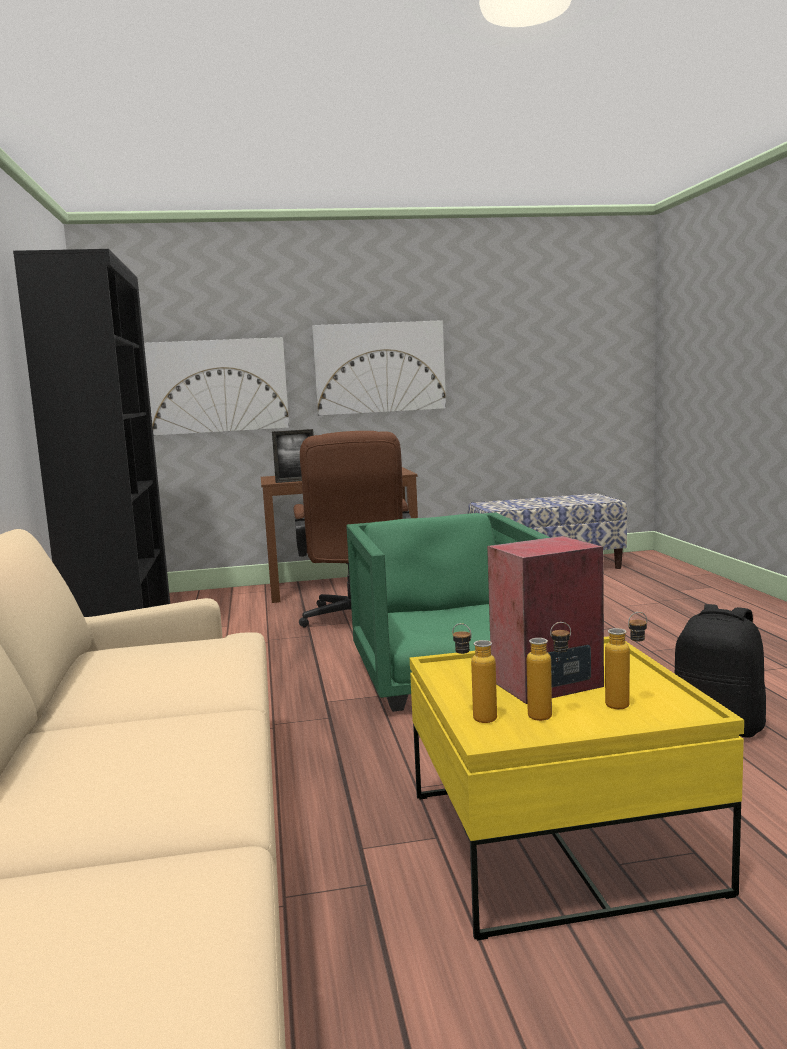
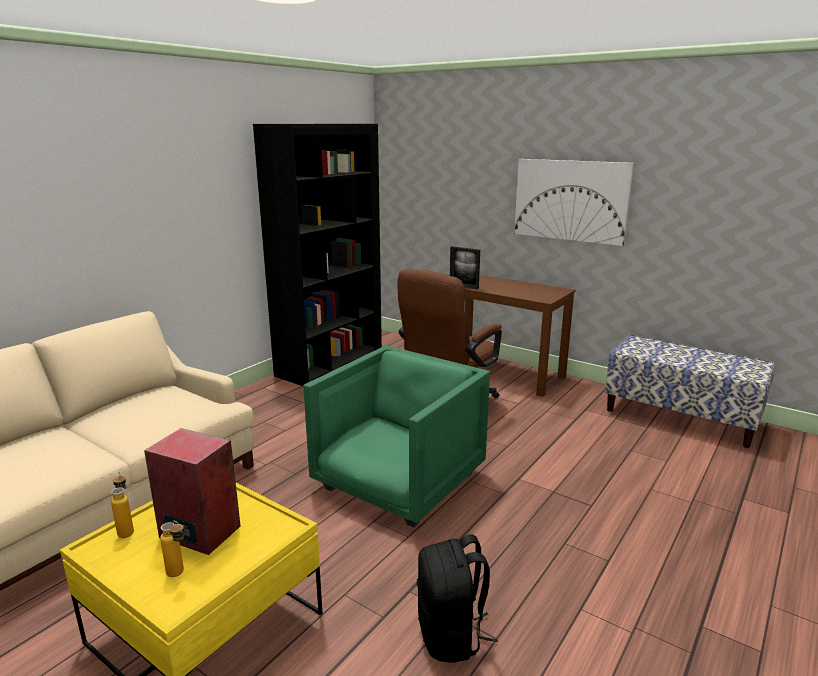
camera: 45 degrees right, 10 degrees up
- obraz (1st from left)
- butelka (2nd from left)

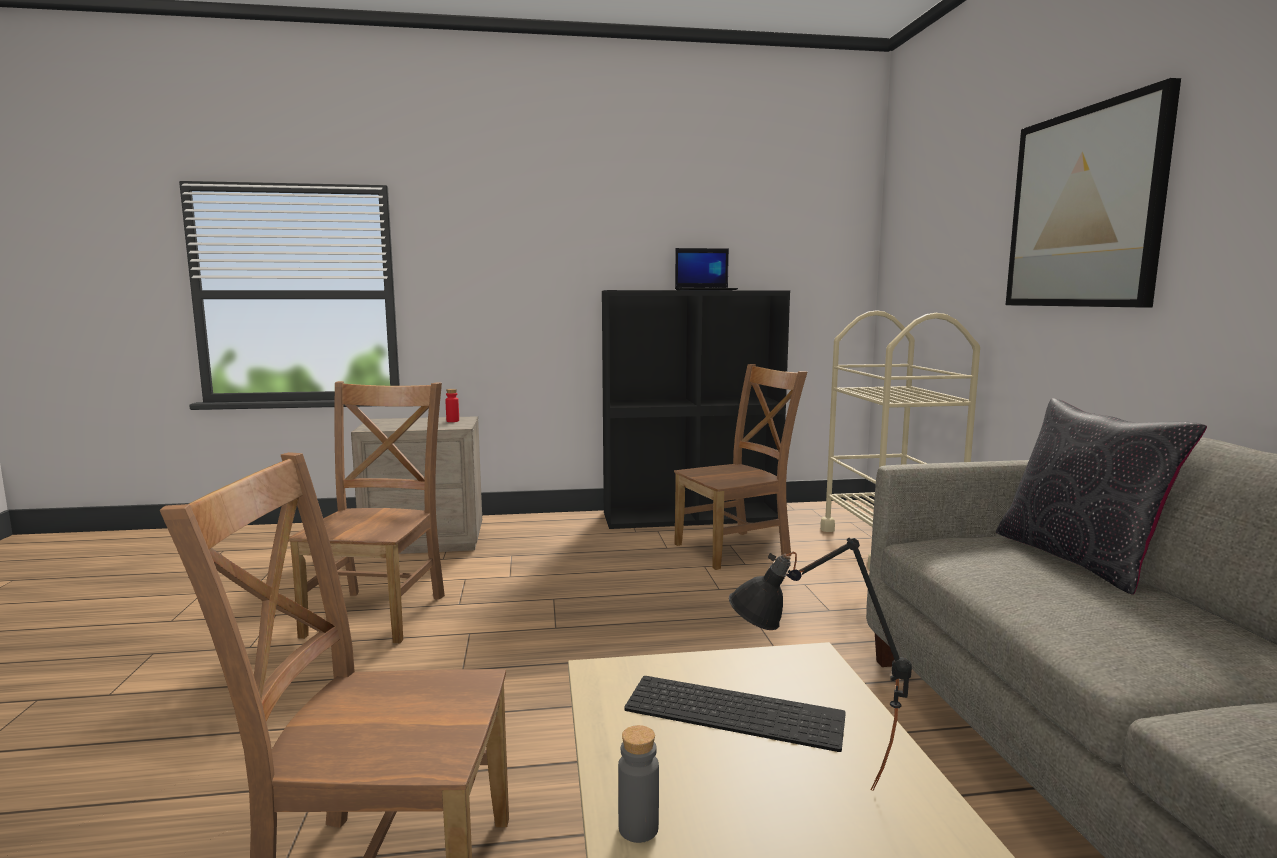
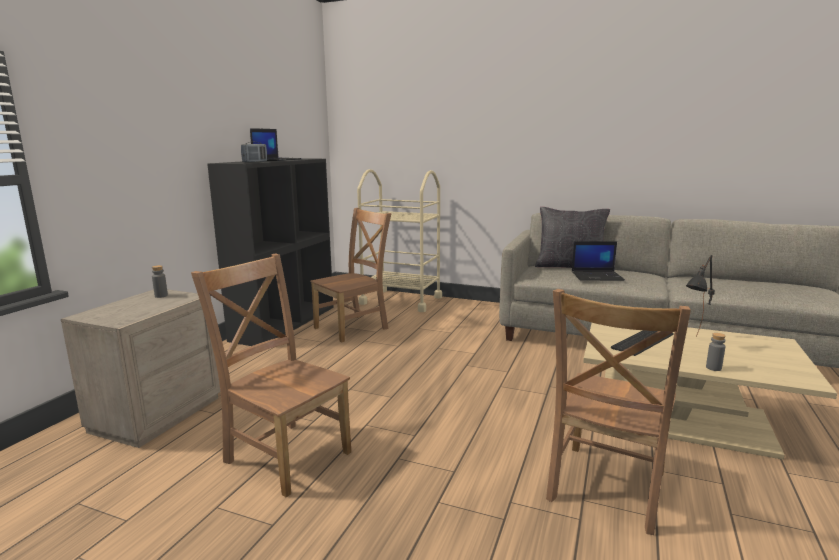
camera: 60 degrees left, 5 degrees up
~ butelka (czerwony) to butelka (szary) (1st from left)
+ radio
~ krzesło (brązowy) (3rd from left in the first image) 45 degrees clockwise
+ laptop (2nd from left)
- obraz

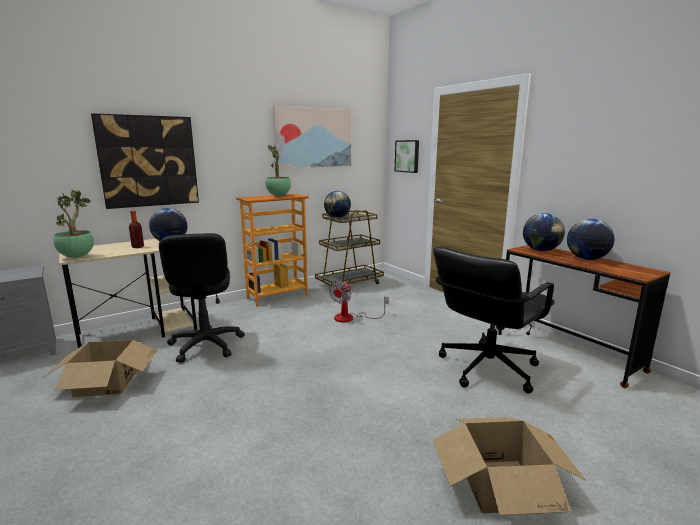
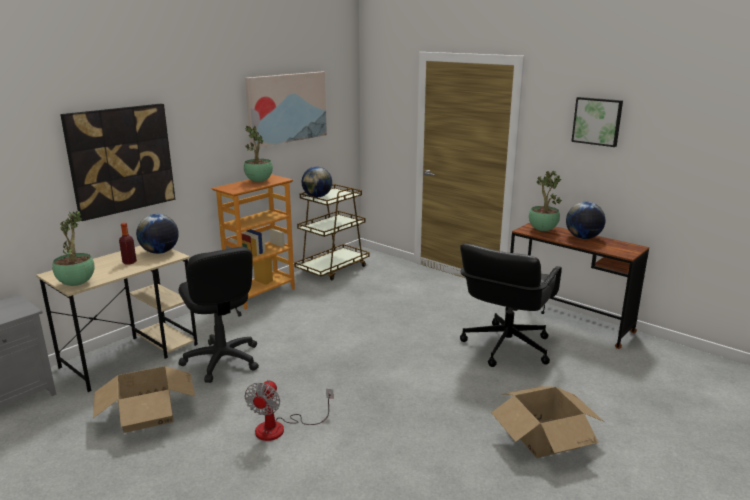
camera: 15 degrees left, 5 degrees up
~ wentylator
~ globus (3rd from left) to roślina doniczkowa (3rd from left)
~ obraz (3rd from left)

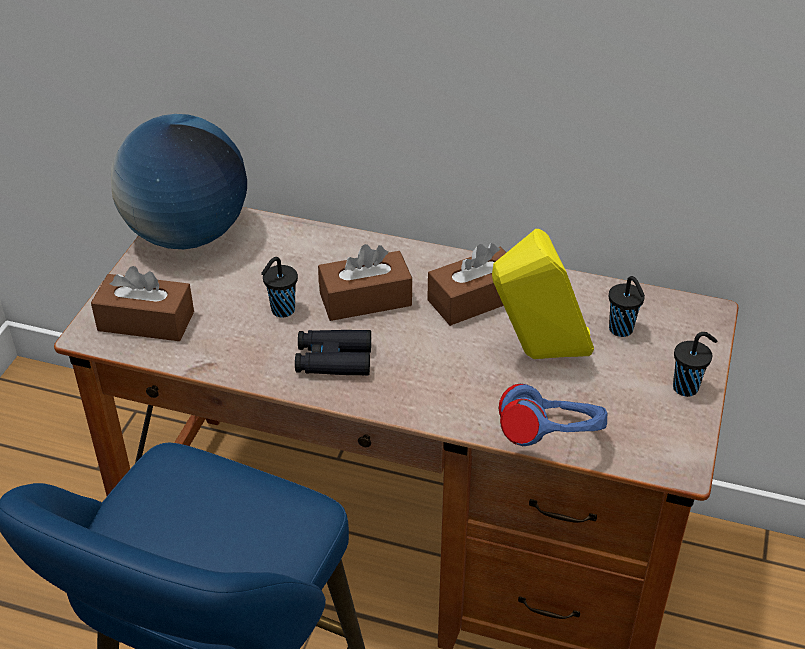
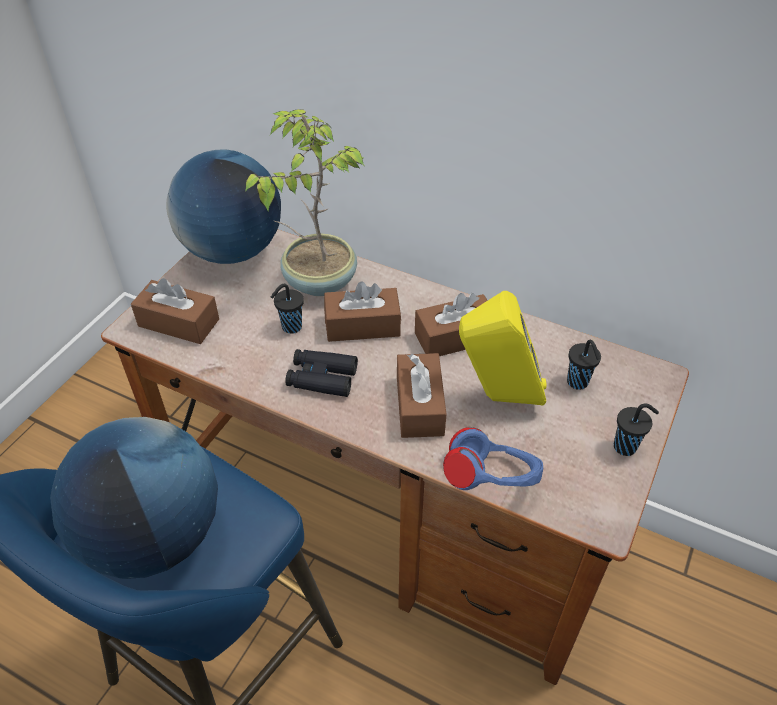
camera: 10 degrees right, 5 degrees up
+ globus (1st from left)
+ roślina doniczkowa
+ pudełko chusteczek (brązowy) (3rd from left)

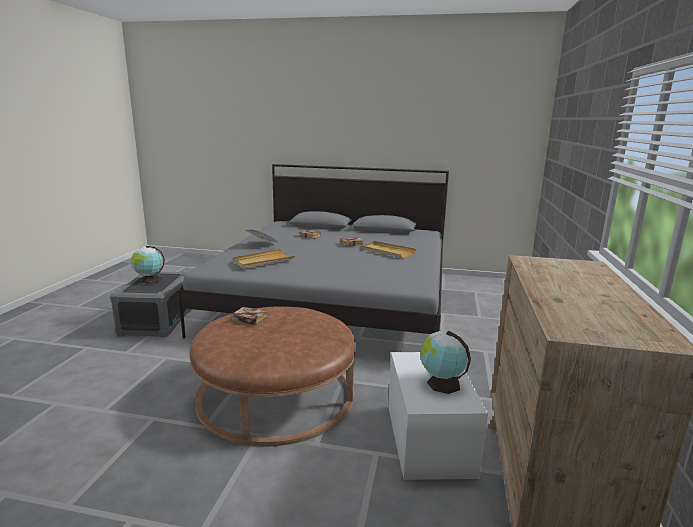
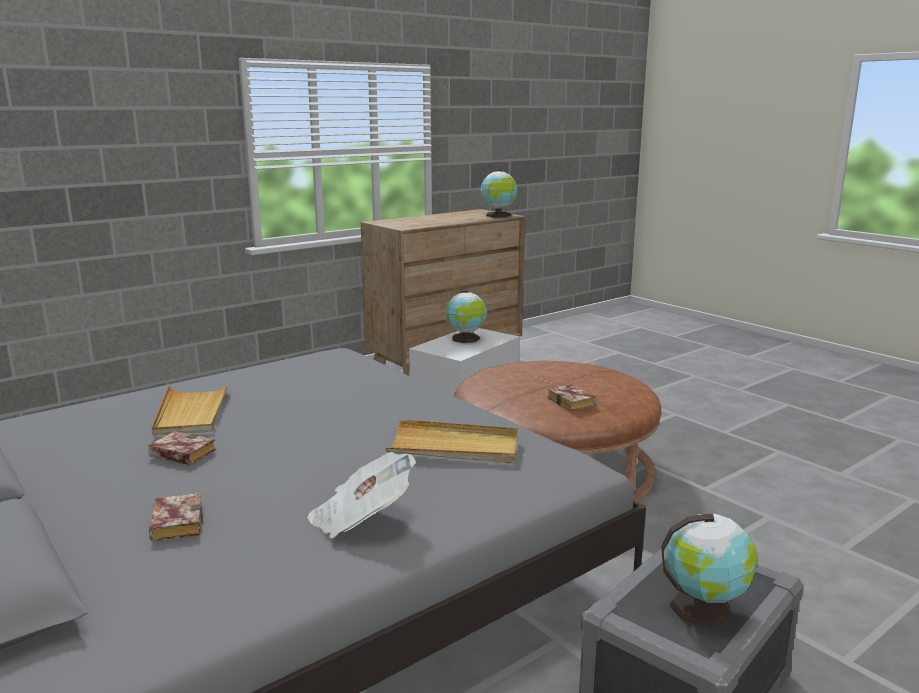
camera: 140 degrees left, 0 degrees up
+ globus (2nd from left)

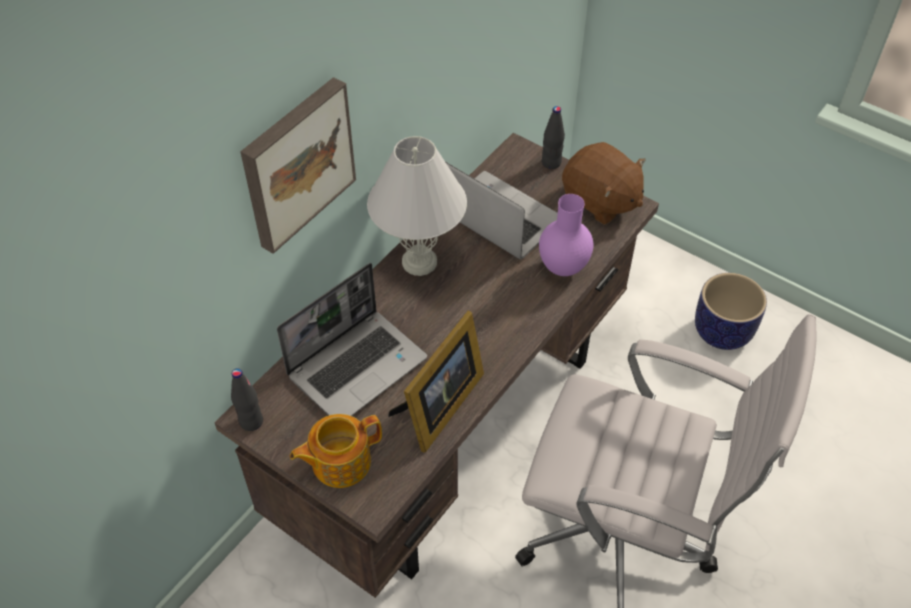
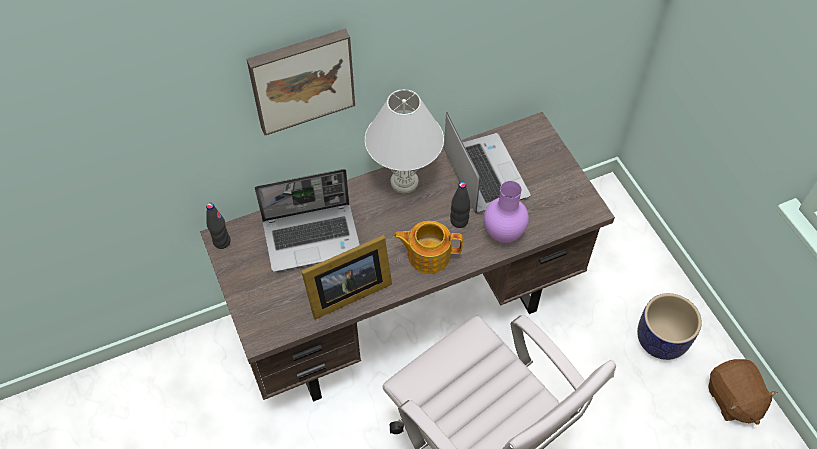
camera: 30 degrees right, 5 degrees up
~ imbryk
~ butelka (czarny) (2nd from left)
~ pluszak (brązowy)

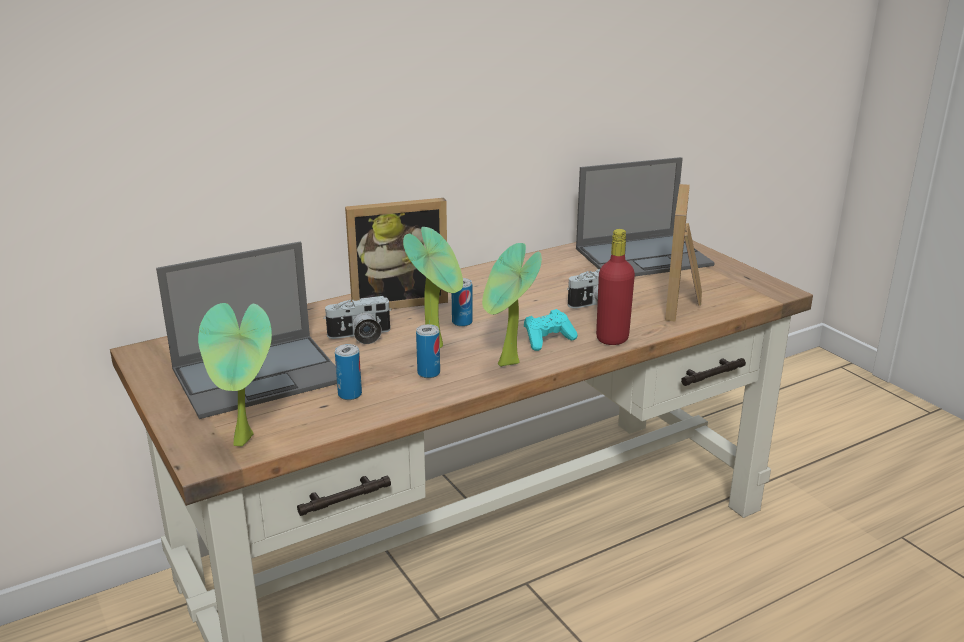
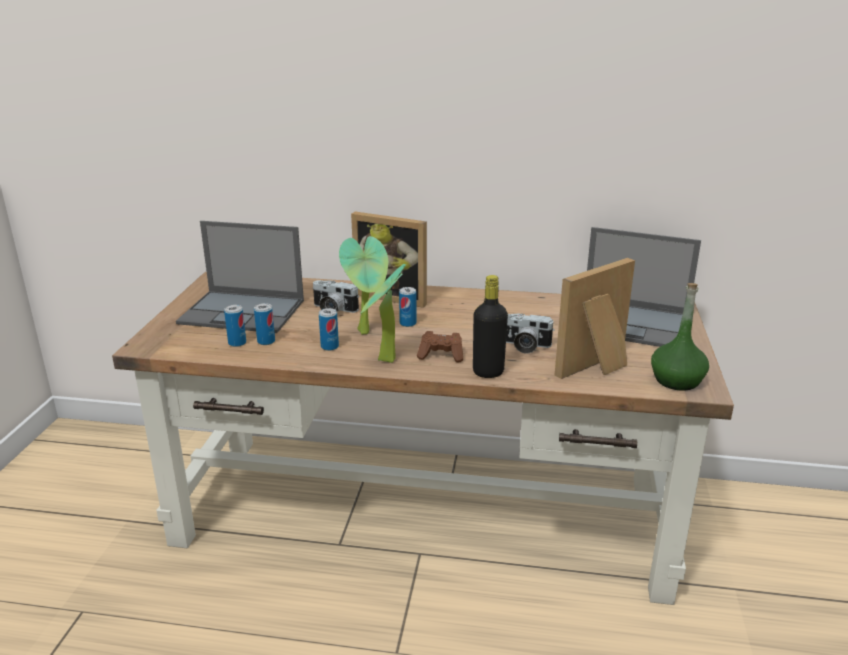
camera: 40 degrees right, 0 degrees up
+ puszka (1st from left)
~ pad do gier (turkusowy) to pad do gier (brązowy)
~ butelka (czerwony) to butelka (czarny)
+ butelka (zielony)
- roślina doniczkowa (1st from left)

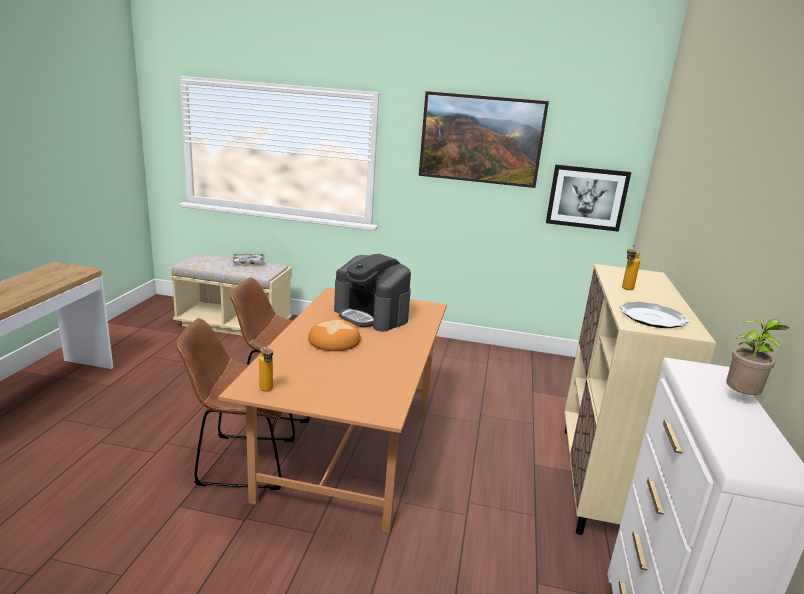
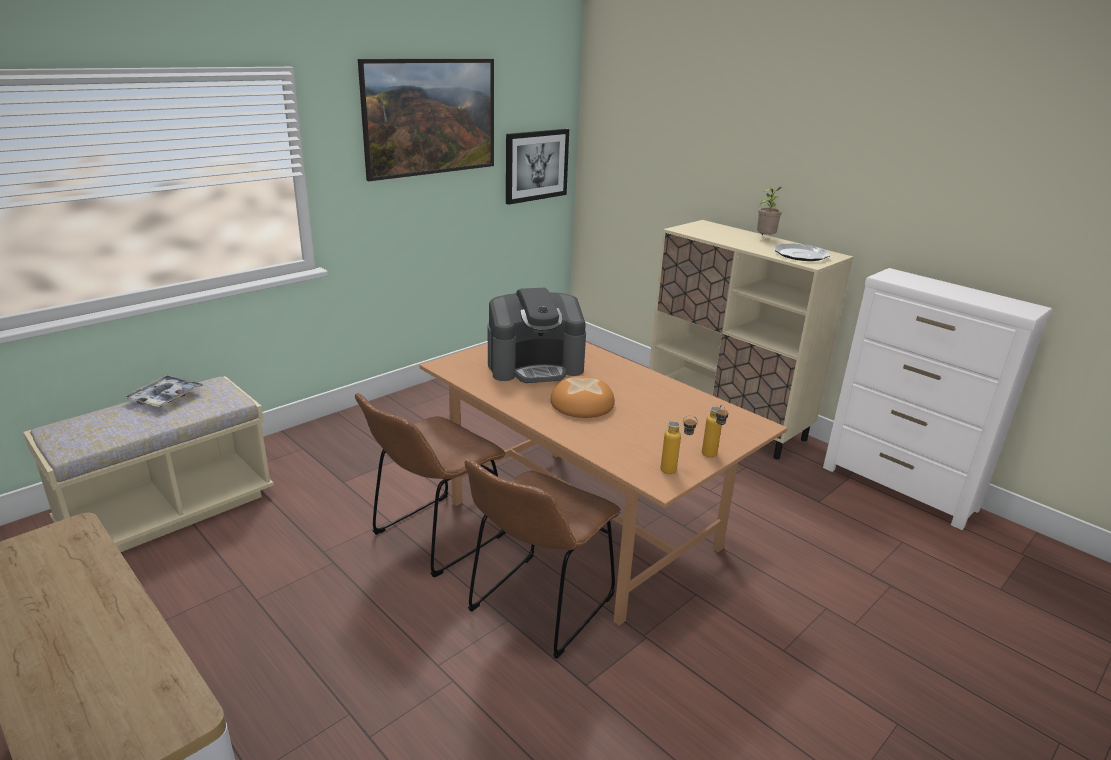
camera: 55 degrees left, 5 degrees up
~ butelka (2nd from left)
~ roślina doniczkowa

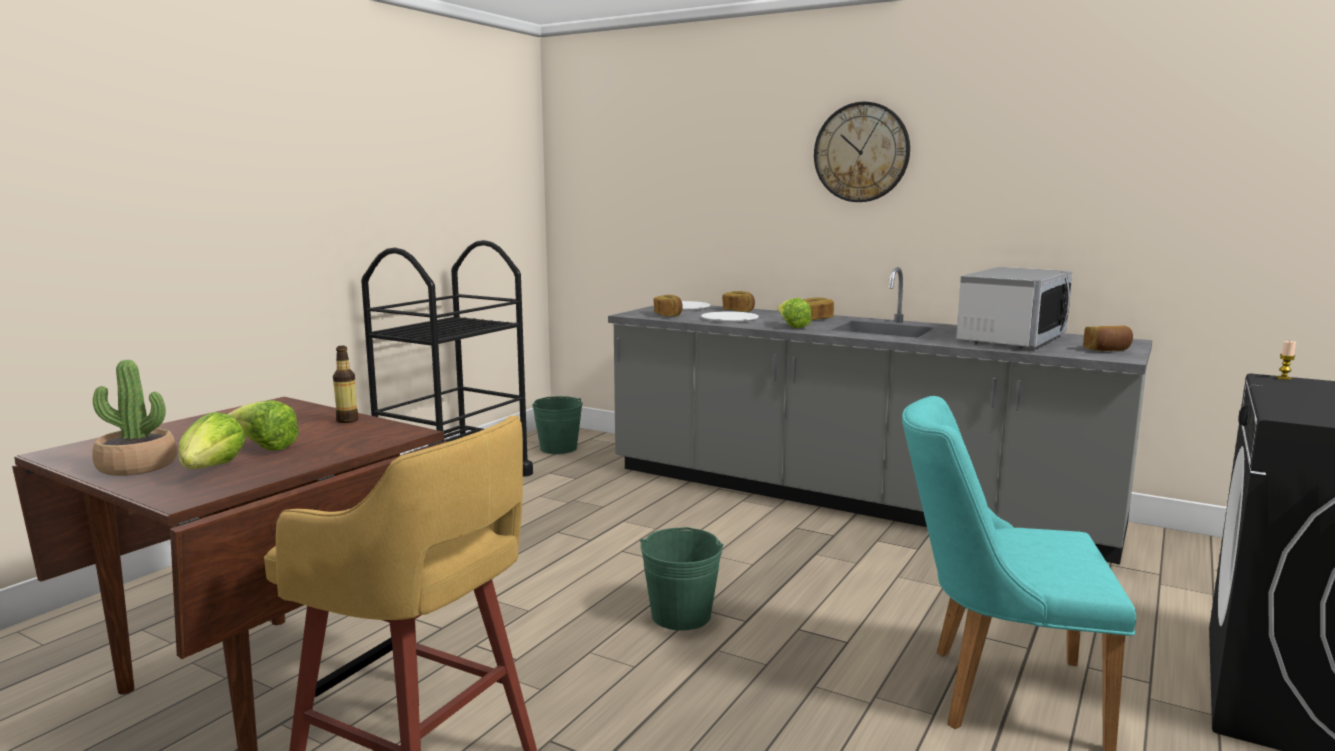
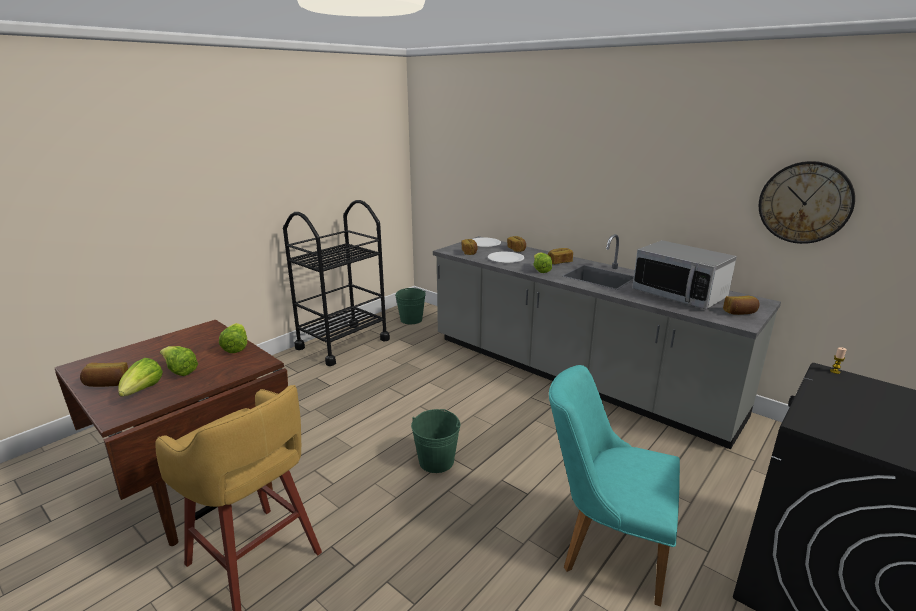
camera: 10 degrees right, 10 degrees up
~ roślina doniczkowa to chleb (1st from left)
~ butelka to sałata (3rd from left)
~ mikrofalówka 90 degrees clockwise
~ zegar ścienny

